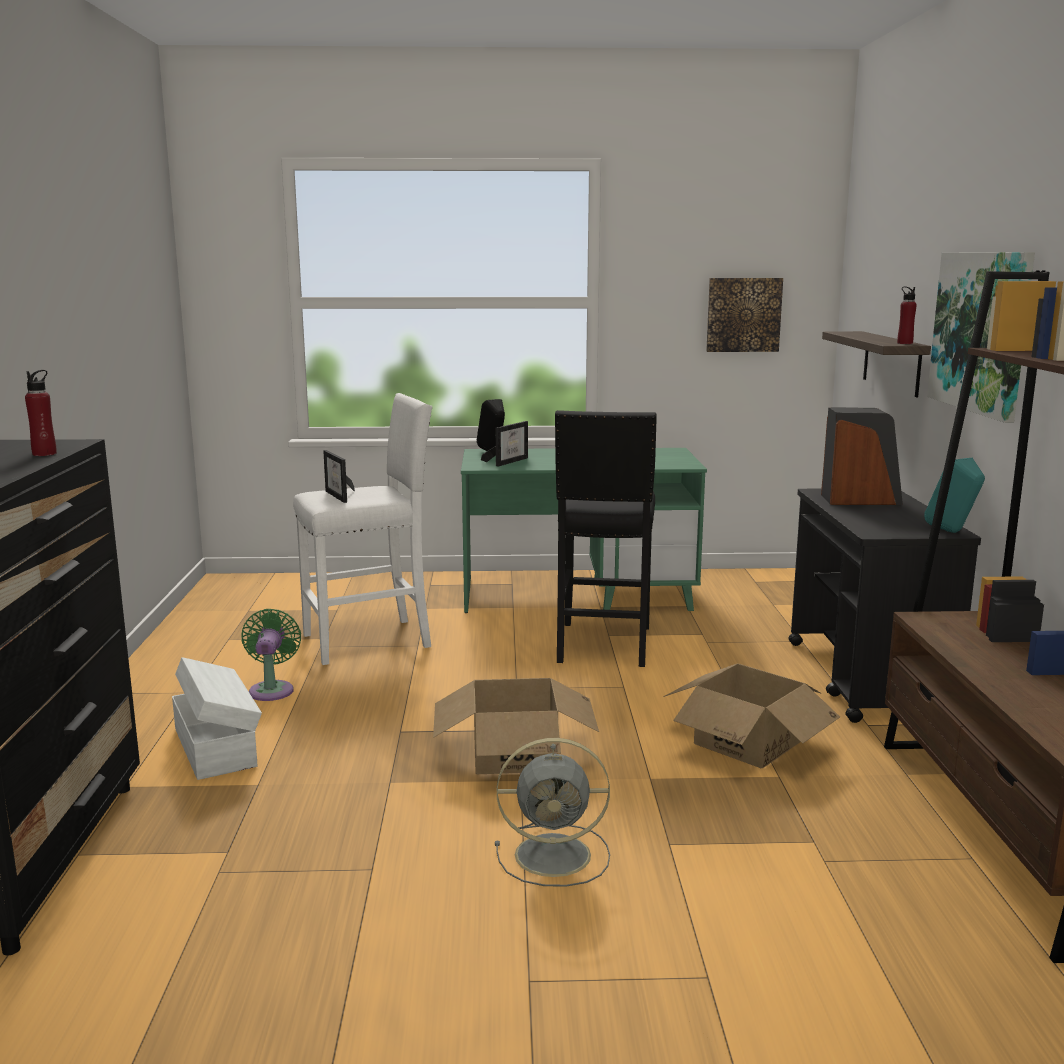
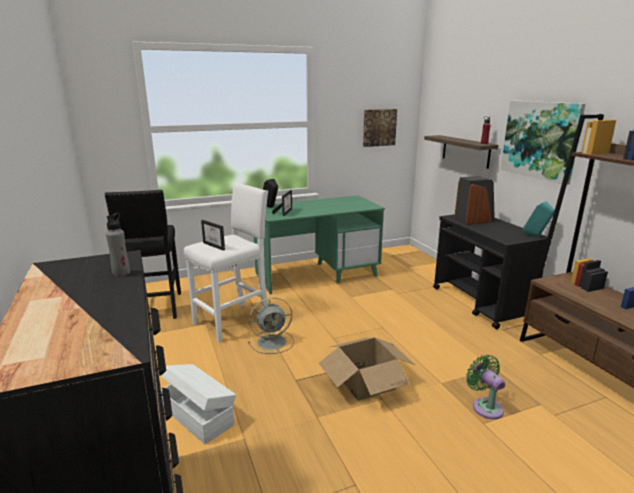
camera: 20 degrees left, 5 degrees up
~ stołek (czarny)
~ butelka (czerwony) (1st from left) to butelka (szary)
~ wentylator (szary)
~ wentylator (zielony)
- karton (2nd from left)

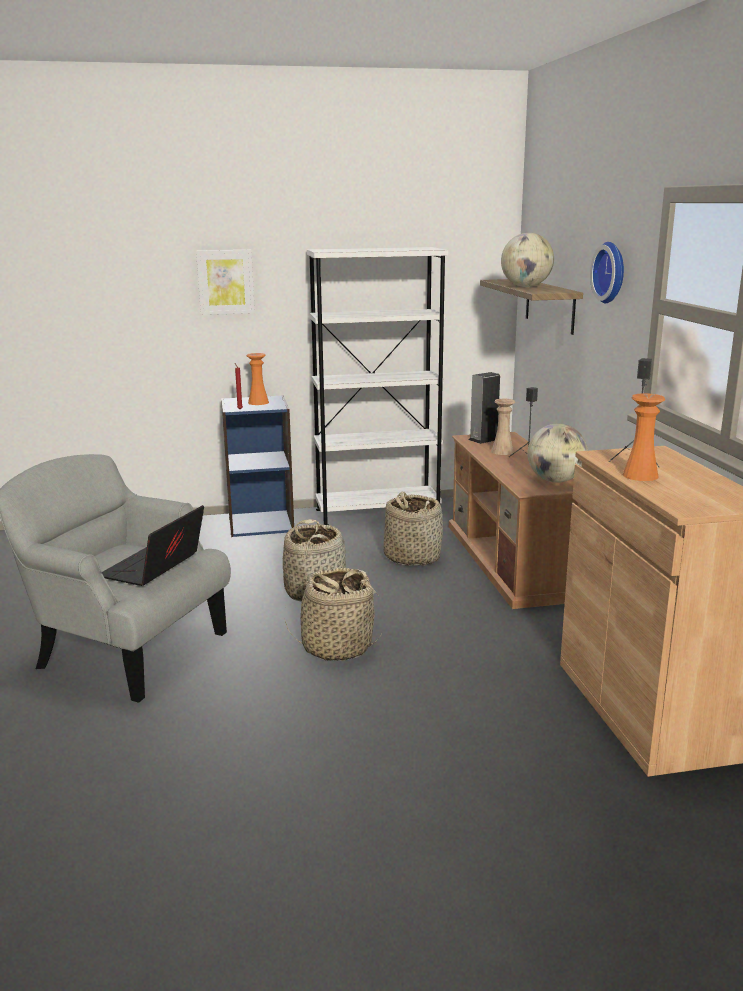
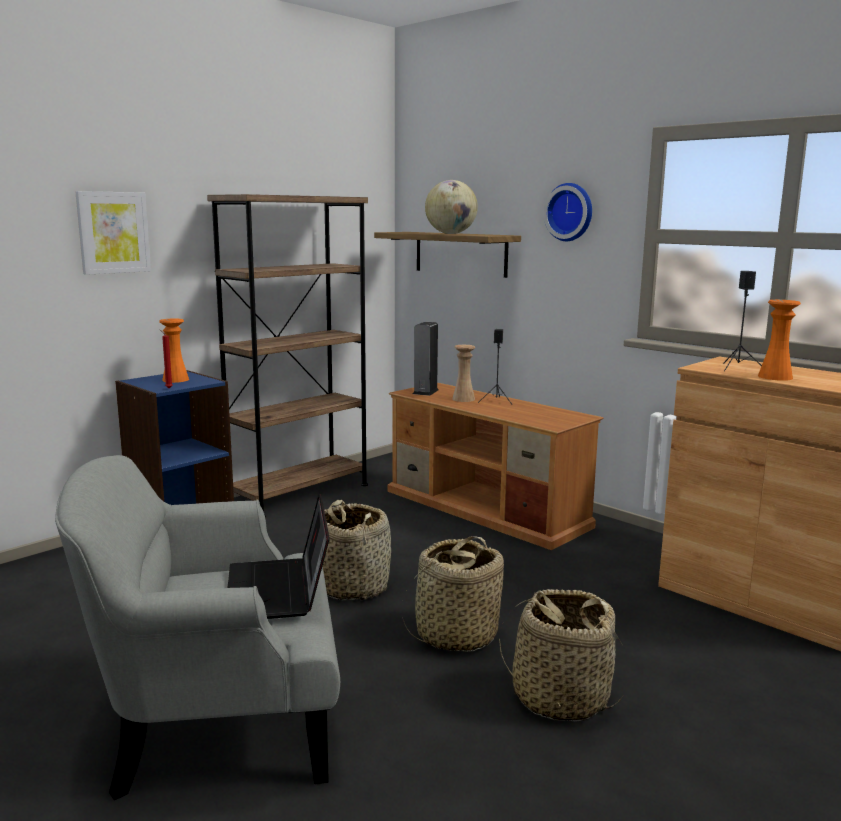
camera: 35 degrees left, 5 degrees down
~ regał (biały) to regał (brązowy)
~ koszyk (3rd from left)
- globus (2nd from left)

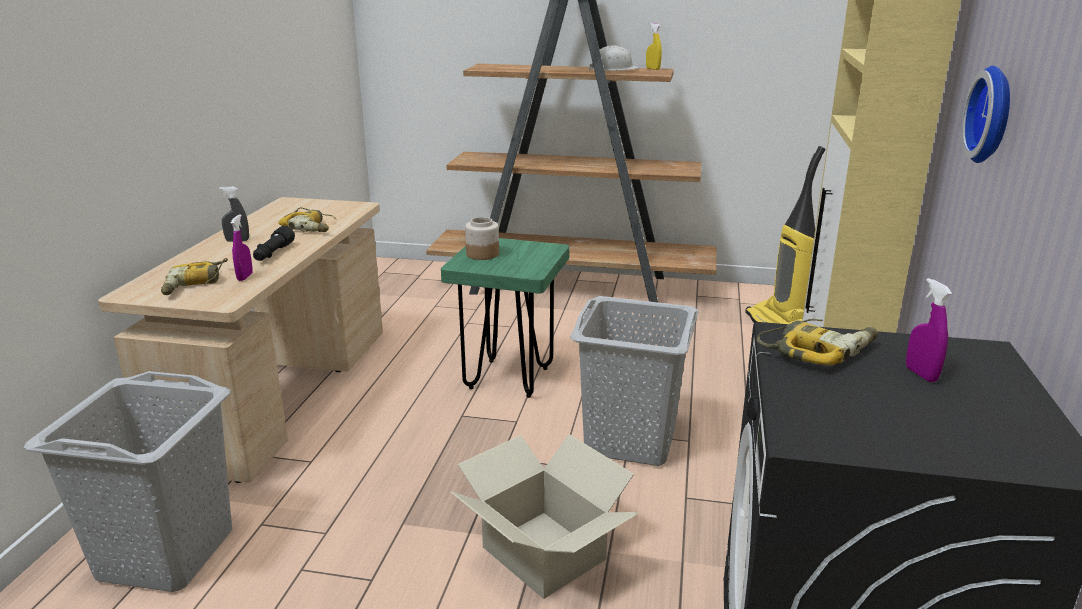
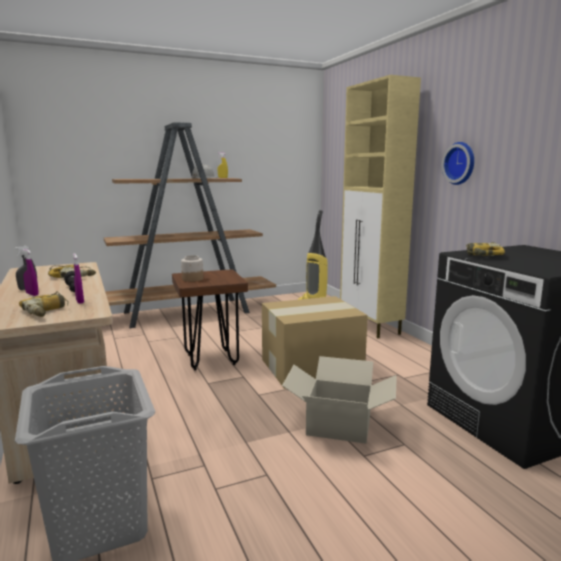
camera: 35 degrees left, 10 degrees down
~ spryskiwacz (fioletowy) (2nd from left in the first image) to spryskiwacz (fioletowy) (1st from left)
~ stołek (zielony) to stołek (brązowy)
~ kosz na pranie (szary) (2nd from left) to karton (1st from left)

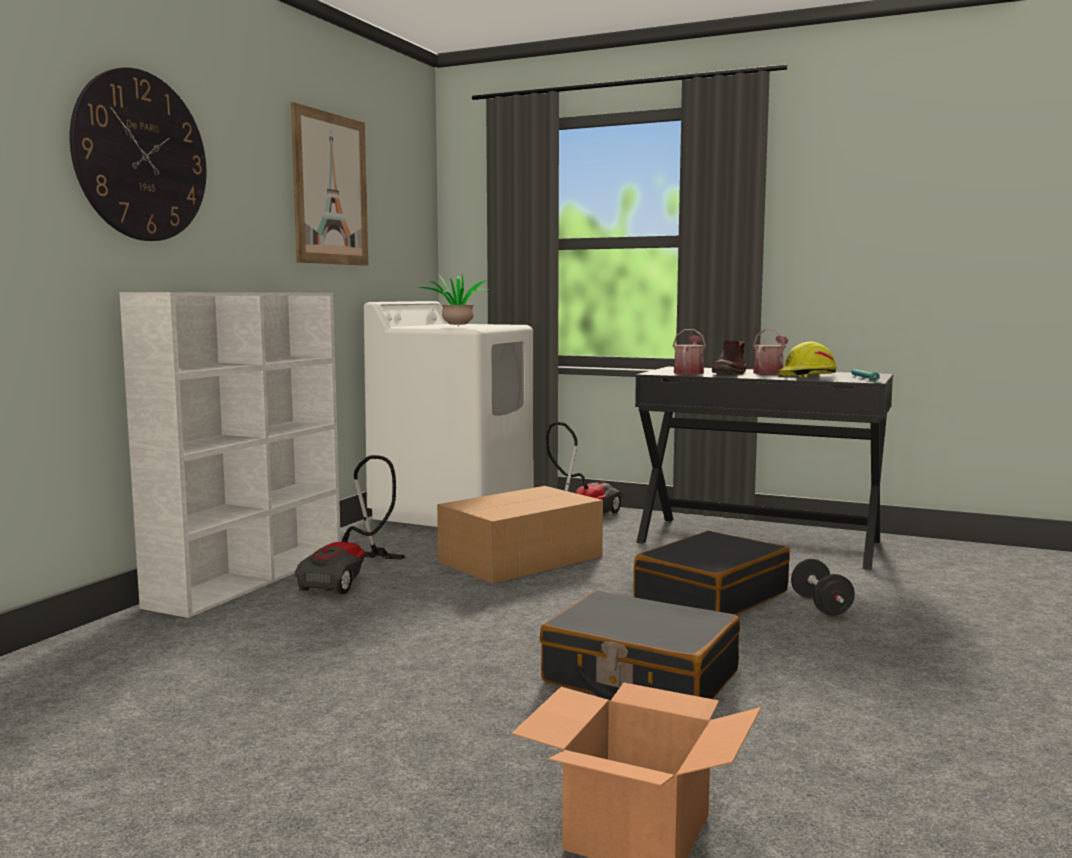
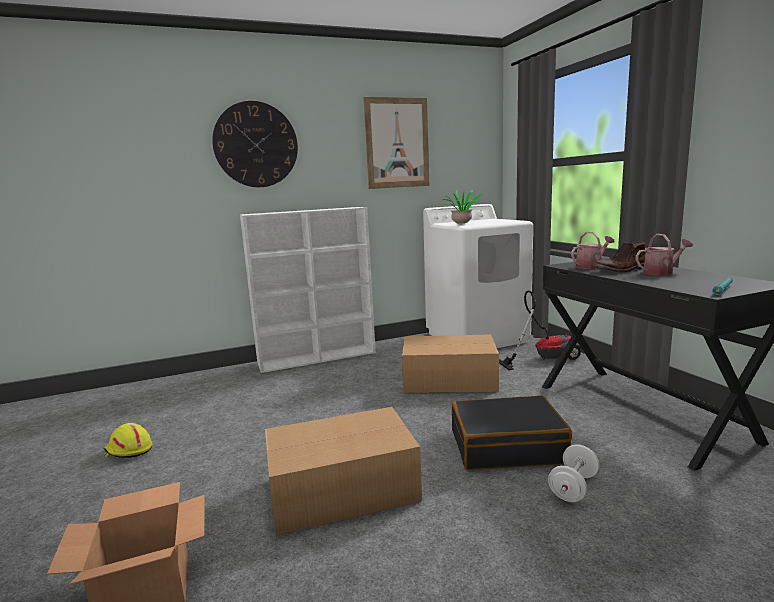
camera: 45 degrees right, 5 degrees up
~ kask (żółty)
~ walizka (czarny) (1st from left) to karton (2nd from left)
~ hantel (czarny) to hantel (biały)
- odkurzacz (1st from left)

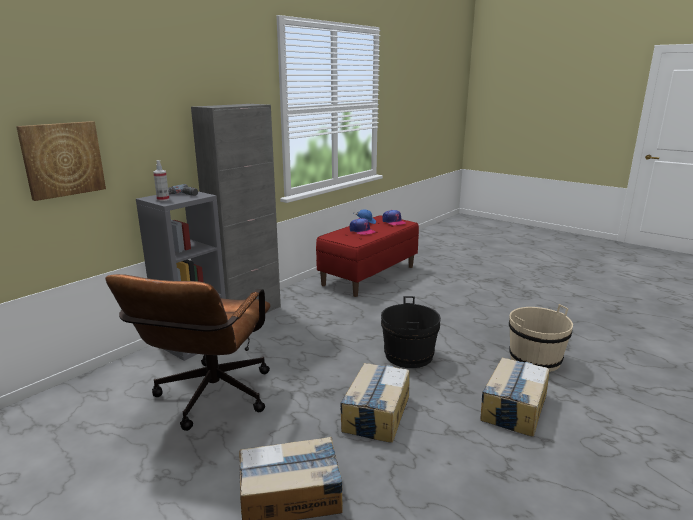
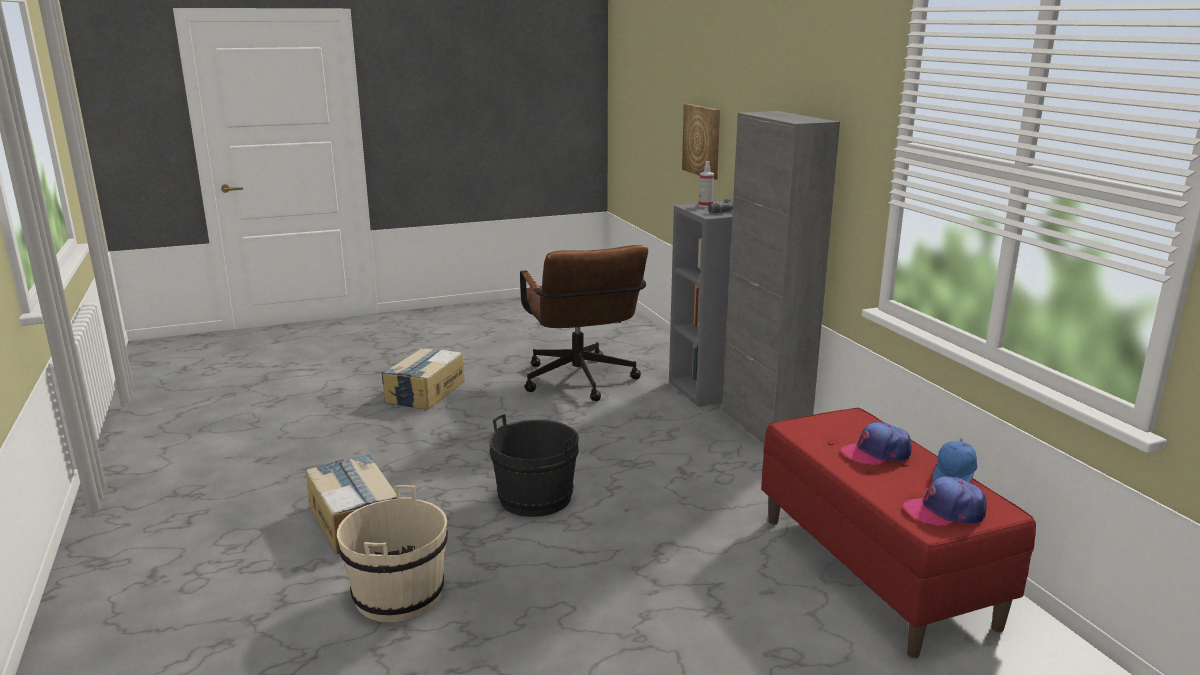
camera: 120 degrees right, 0 degrees up
~ krzesło biurowe (brązowy) 150 degrees counterclockwise
- karton (2nd from left)

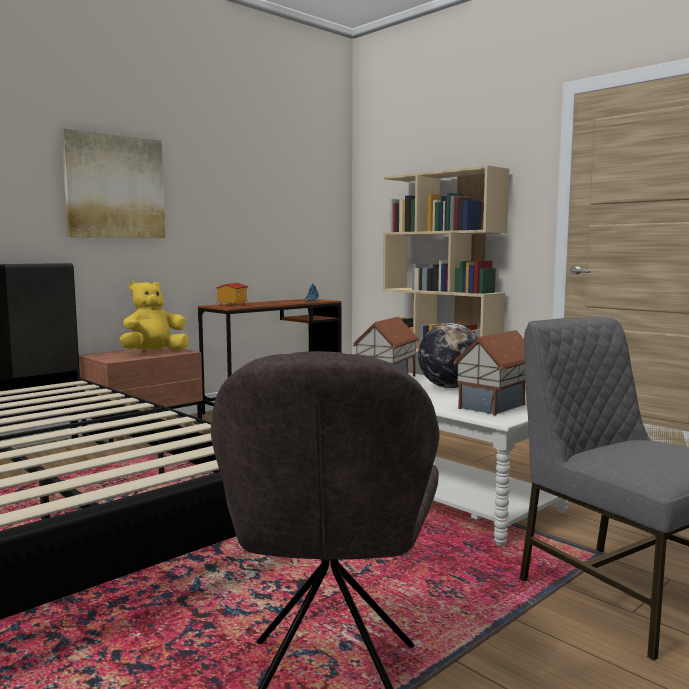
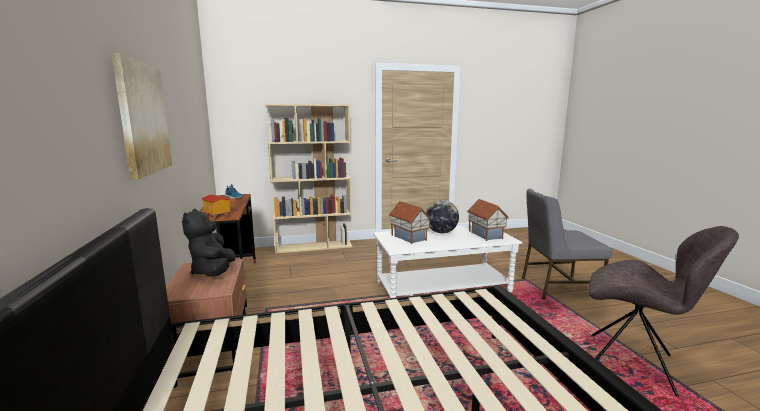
camera: 60 degrees left, 5 degrees up
~ pluszak (żółty) to pluszak (czarny)

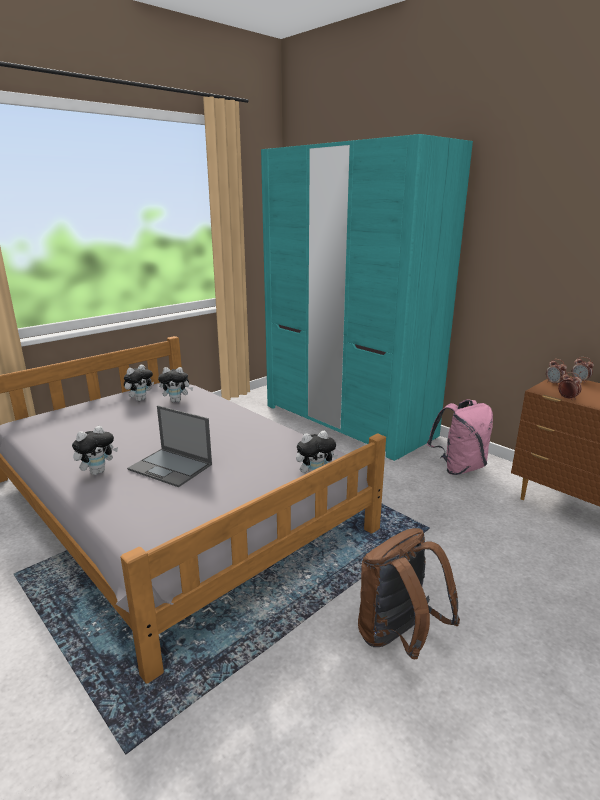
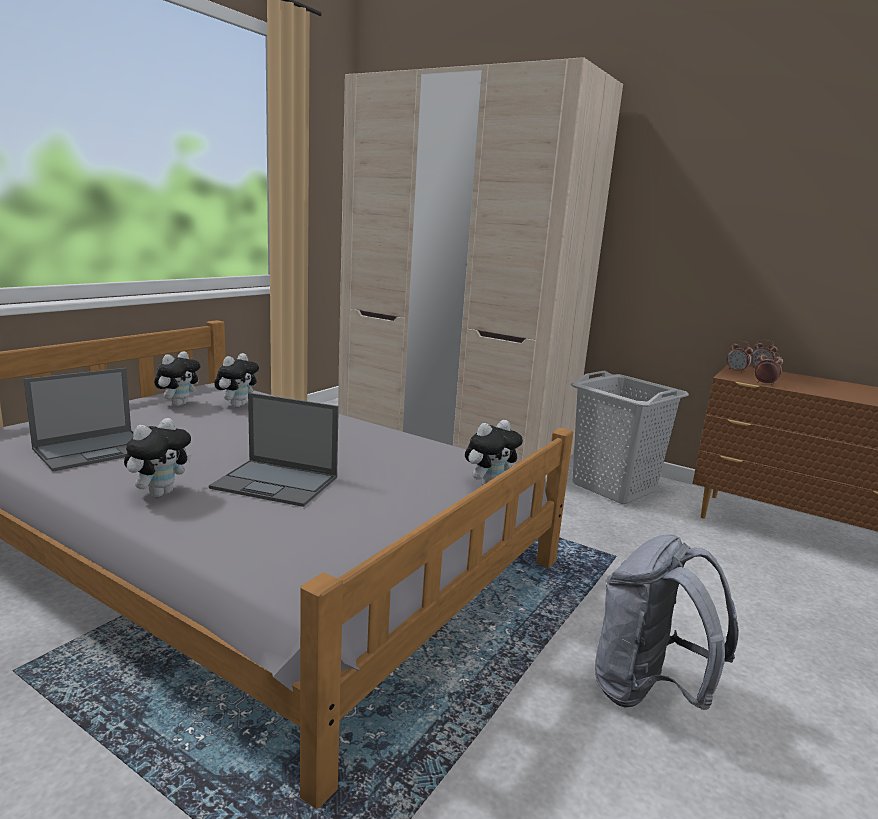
camera: 15 degrees left, 5 degrees down
+ laptop (1st from left)
~ pluszak (3rd from left) 45 degrees counterclockwise
~ szafa (turkusowy) to szafa (beżowy)
~ plecak (różowy) to kosz na pranie (szary)
~ plecak (brązowy) to plecak (szary)

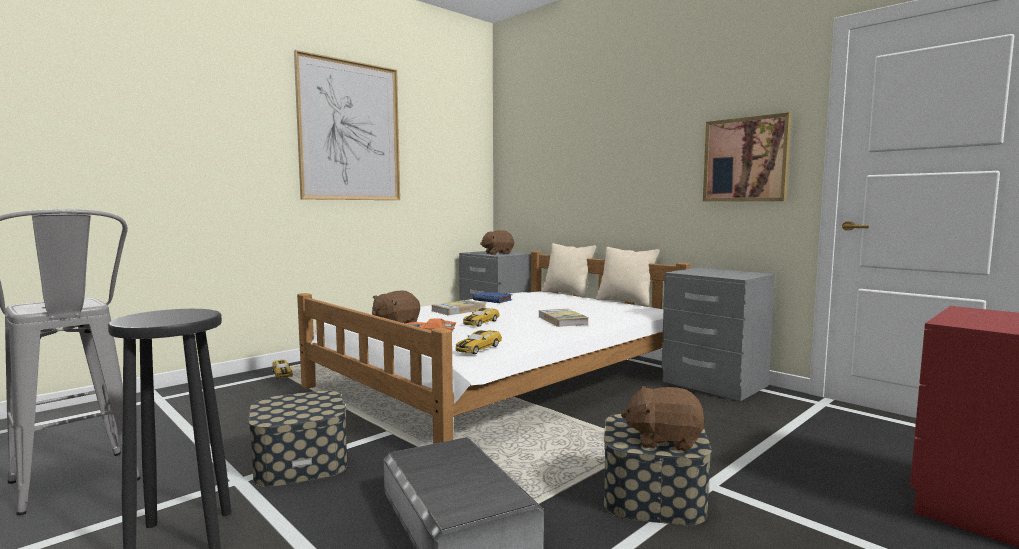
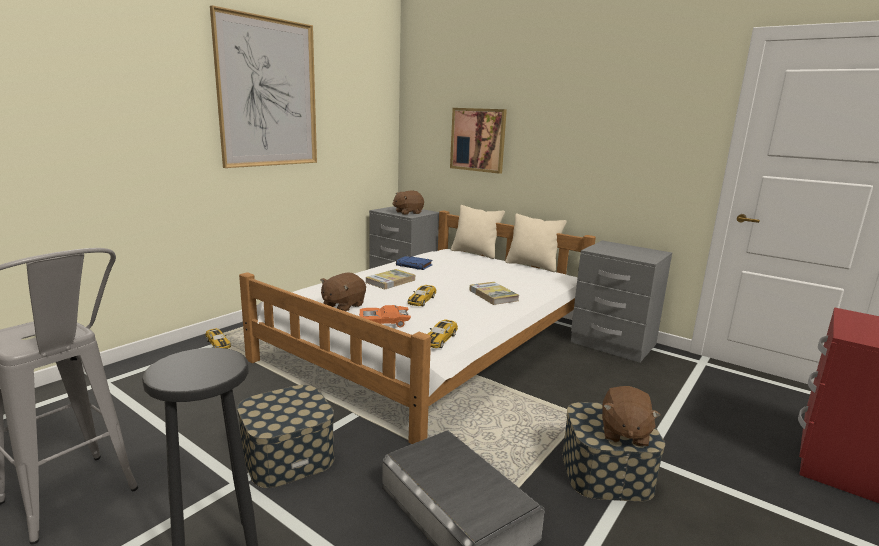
camera: 10 degrees left, 10 degrees up
~ obraz (2nd from left)
~ pluszak (brązowy) (3rd from left) 75 degrees counterclockwise

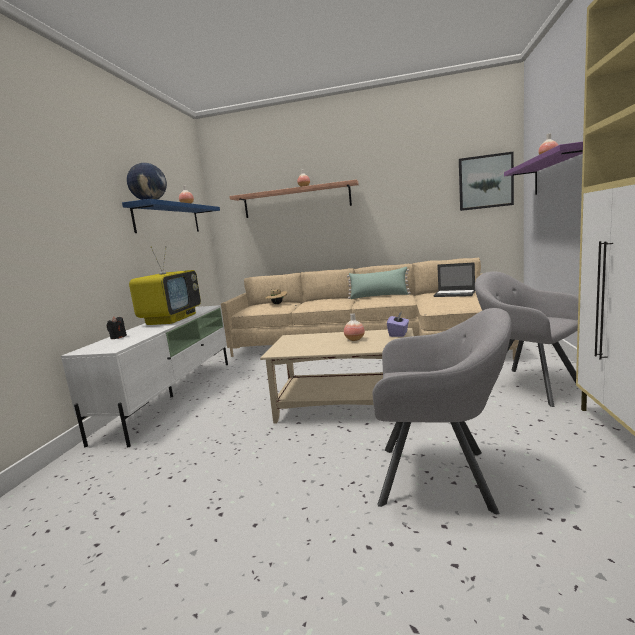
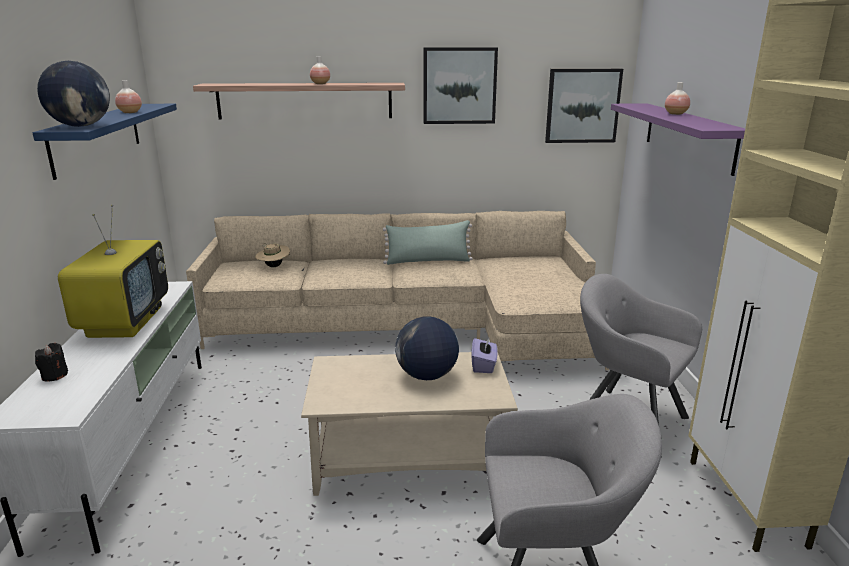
camera: 15 degrees left, 10 degrees up
~ wazon (3rd from left) to globus (2nd from left)
+ obraz (1st from left)
- laptop

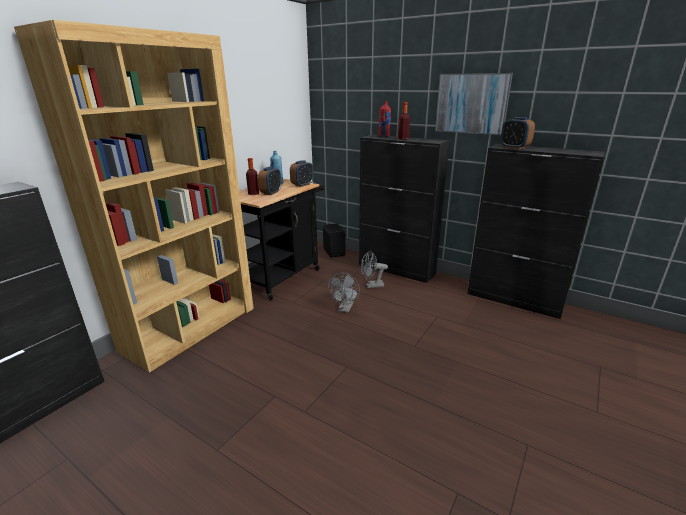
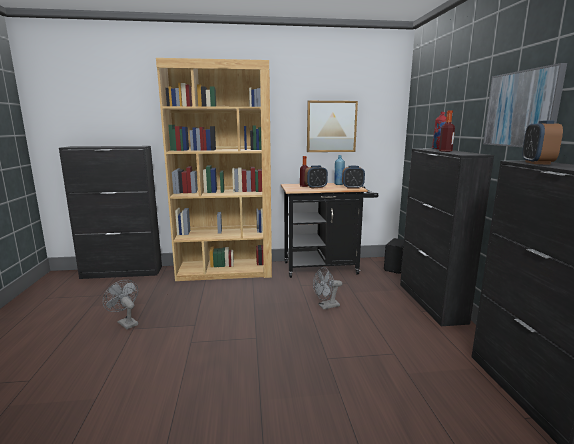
camera: 50 degrees right, 10 degrees down
~ wentylator (szary) (2nd from left in the first image) to wentylator (szary) (1st from left)
+ obraz (1st from left)

